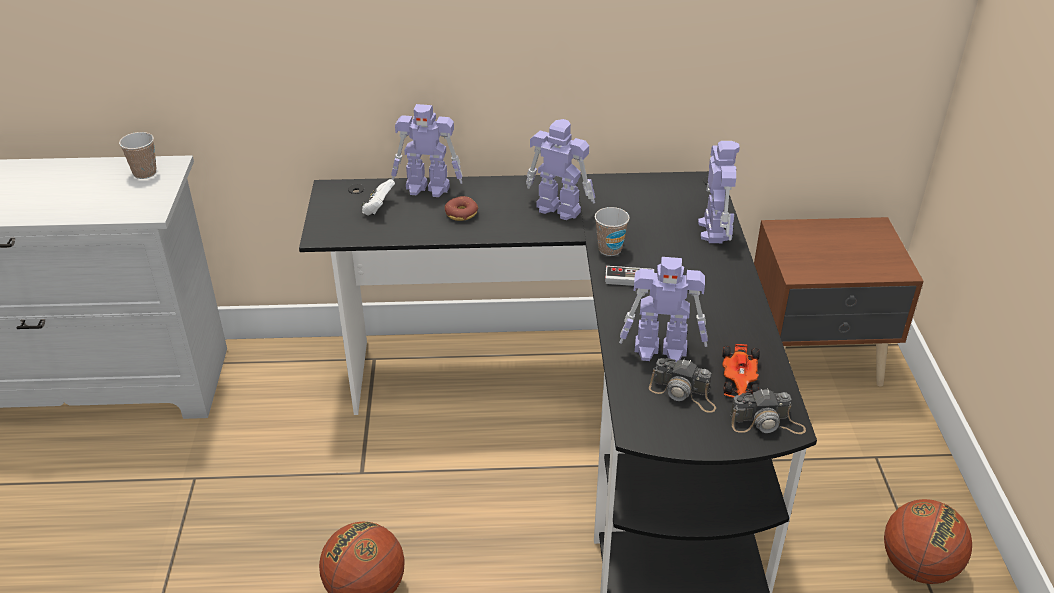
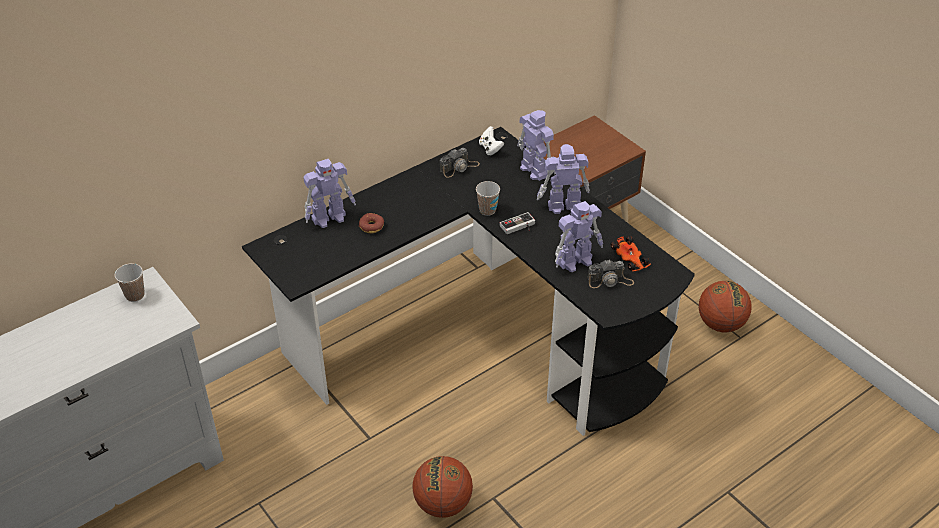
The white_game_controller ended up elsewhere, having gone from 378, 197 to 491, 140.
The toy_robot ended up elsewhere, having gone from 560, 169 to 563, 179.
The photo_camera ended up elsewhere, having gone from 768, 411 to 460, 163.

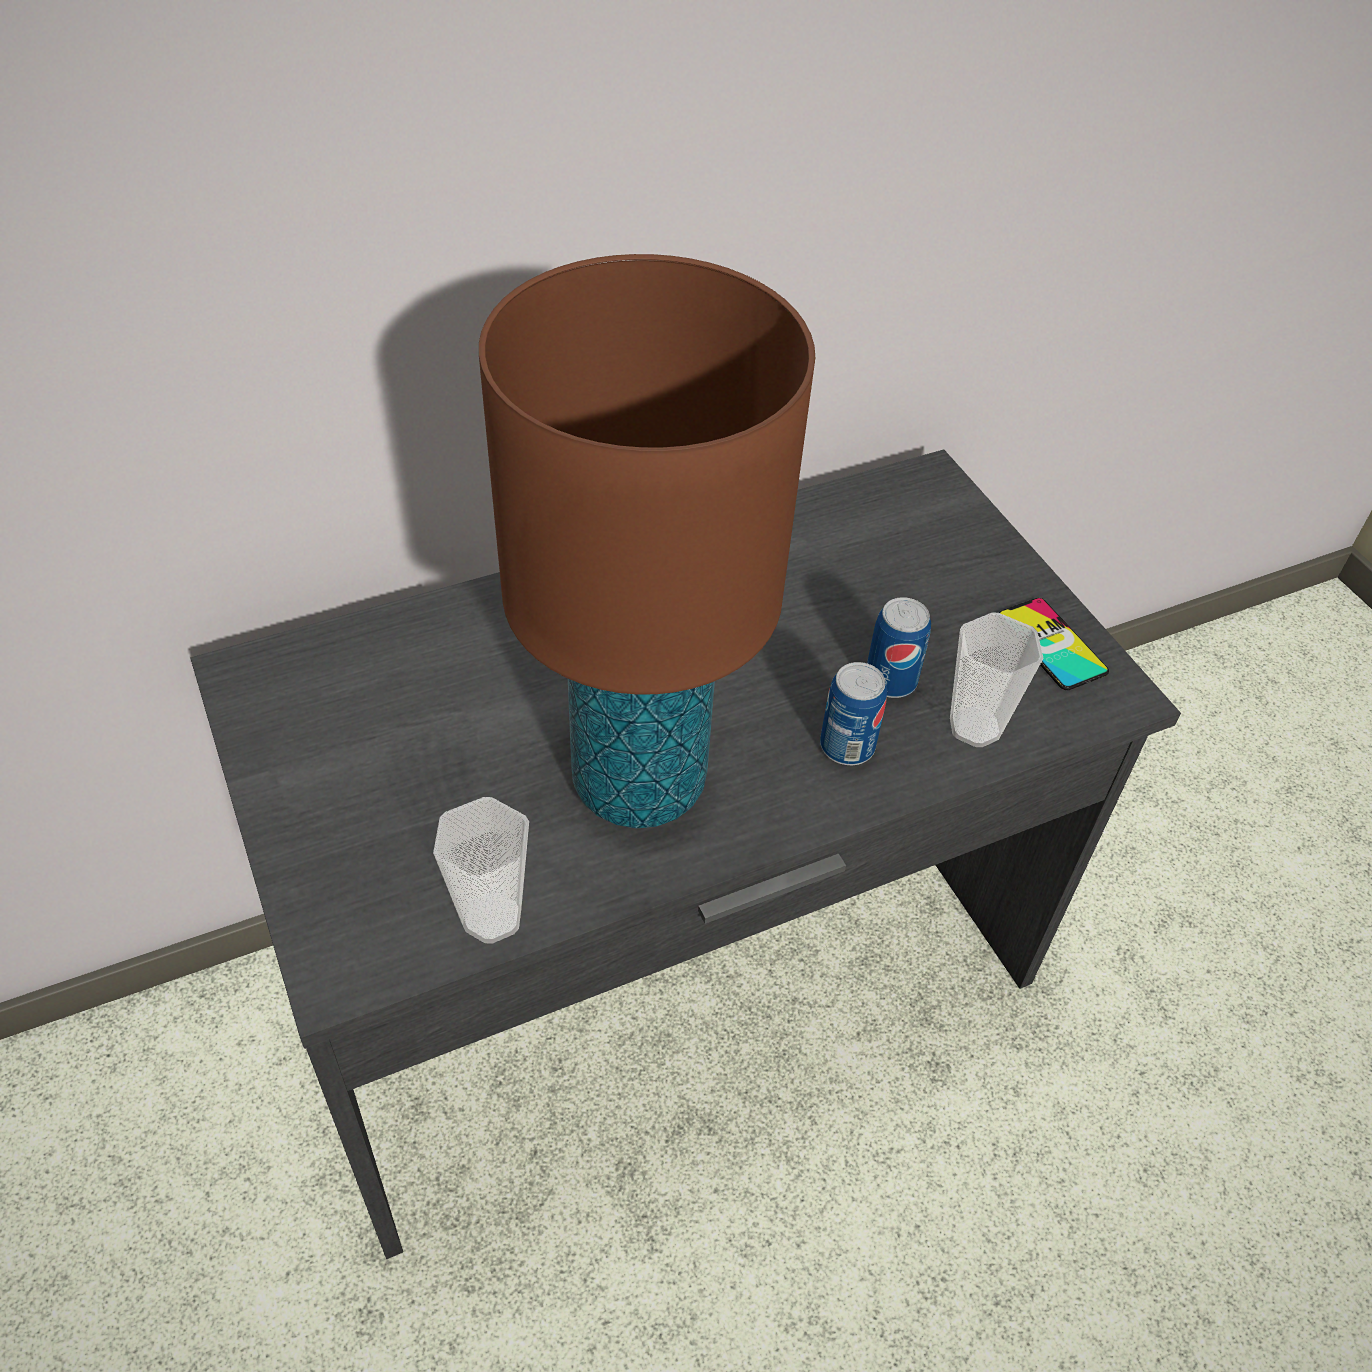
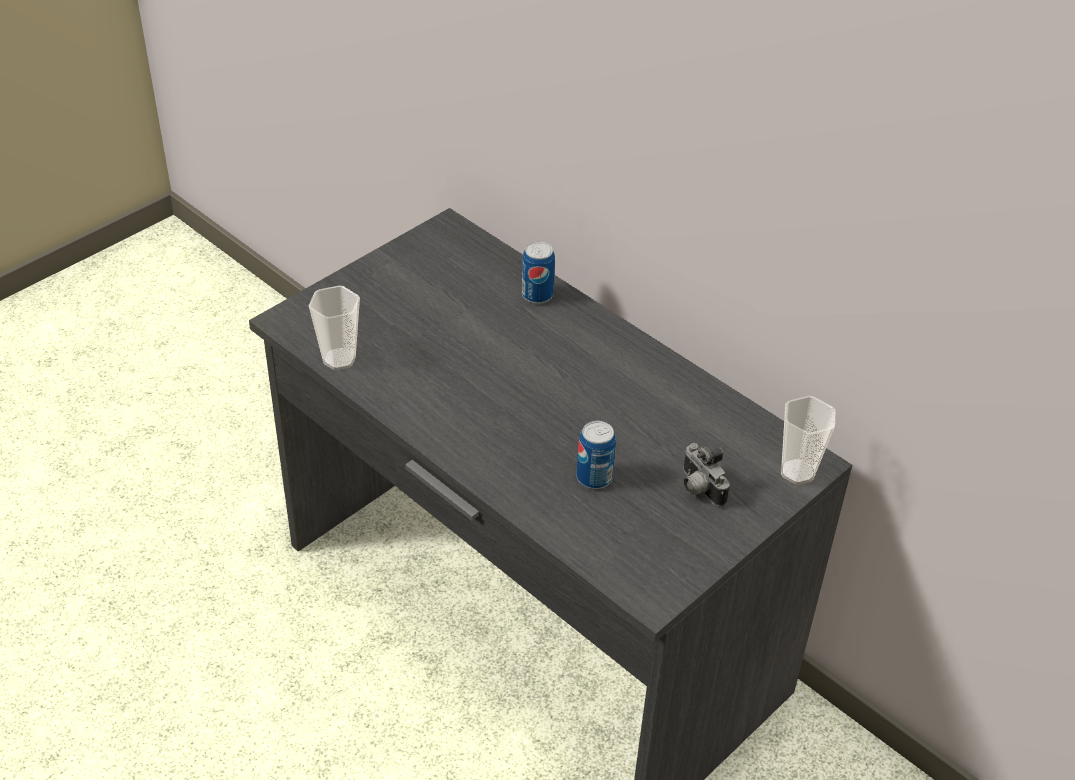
The second view lost the brown_table_lamp at 647, 541.
The can ended up elsewhere, having gone from 853, 713 to 538, 272.
The cup ended up elsewhere, having gone from 997, 680 to 808, 440.
The second view lost the phone at 1054, 644.
The second view gained the photo_camera at 706, 475.

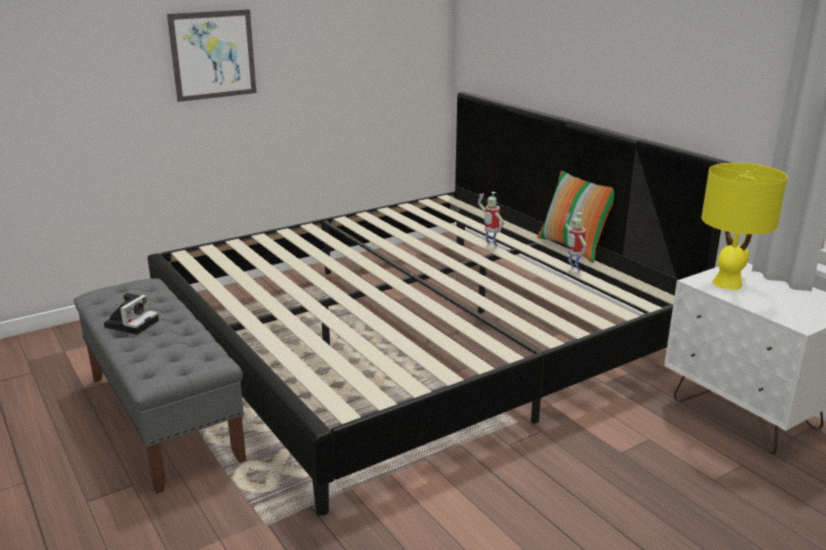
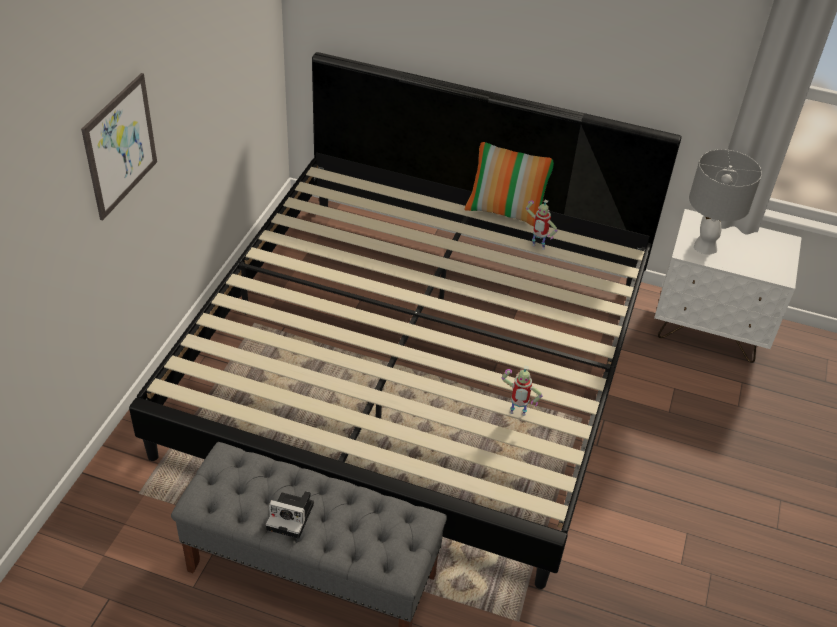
The photo_camera at 131, 314 ended up facing another way, 120 degrees clockwise from before.
The toy_robot ended up elsewhere, having gone from 491, 220 to 522, 390.
What was the yellow_table_lamp at 744, 226 turned into the grey_table_lamp at 725, 202.

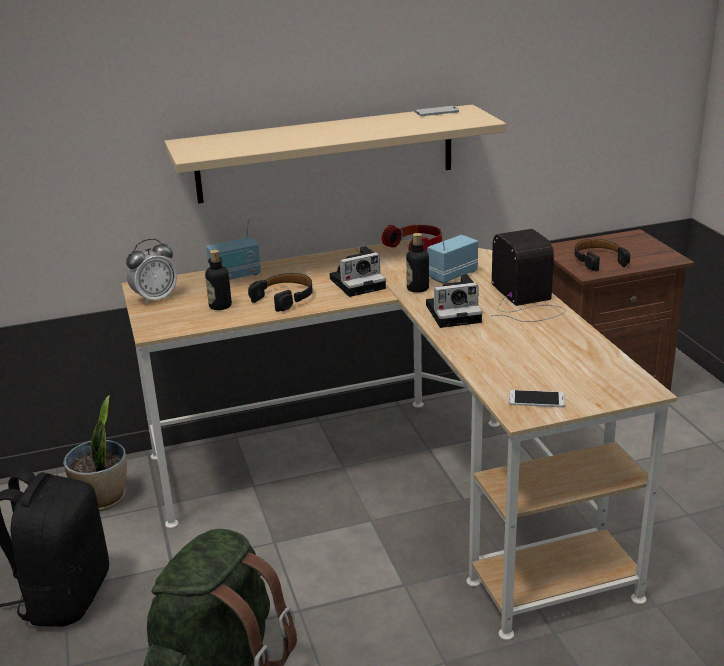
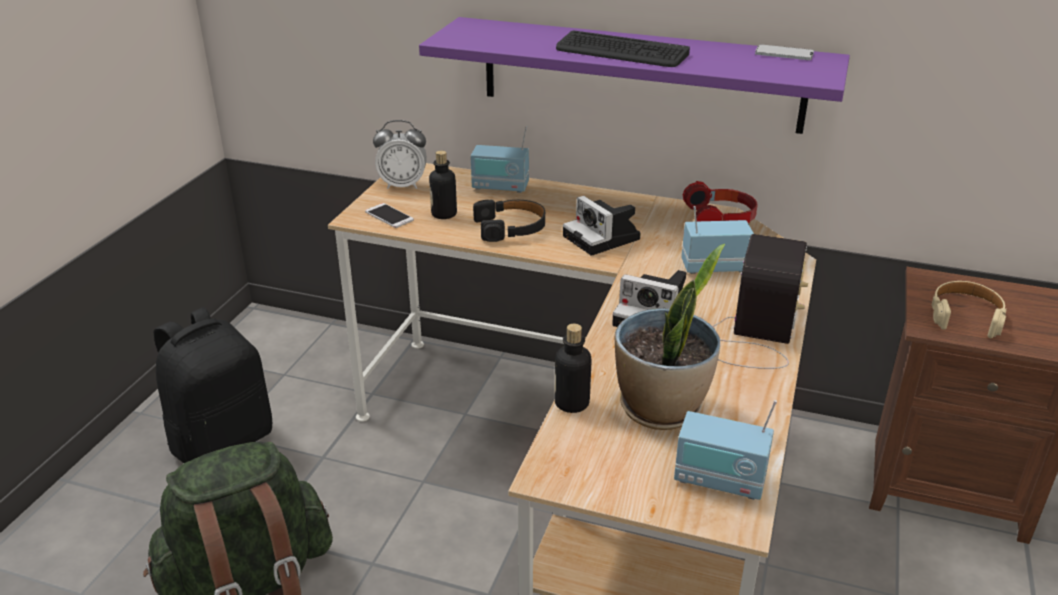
The potted_plant ended up elsewhere, having gone from 95, 453 to 669, 337.
What was the beige_shelf at 335, 154 turned into the purple_shelf at 634, 75.
The photo_camera at 358, 271 ended up facing another way, 45 degrees clockwise from before.
The bottle ended up elsewhere, having gone from 417, 263 to 573, 368.
The phone ended up elsewhere, having gone from 537, 398 to 389, 215.
What was the black_headphones at 602, 255 turned into the beige_headphones at 969, 309.
The second view gained the keyboard at 623, 49.
The second view gained the radio at 725, 450.

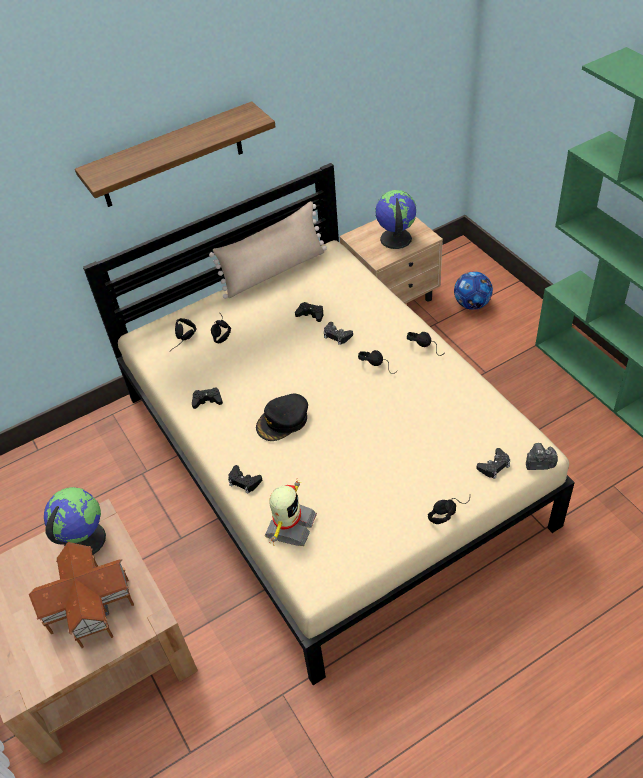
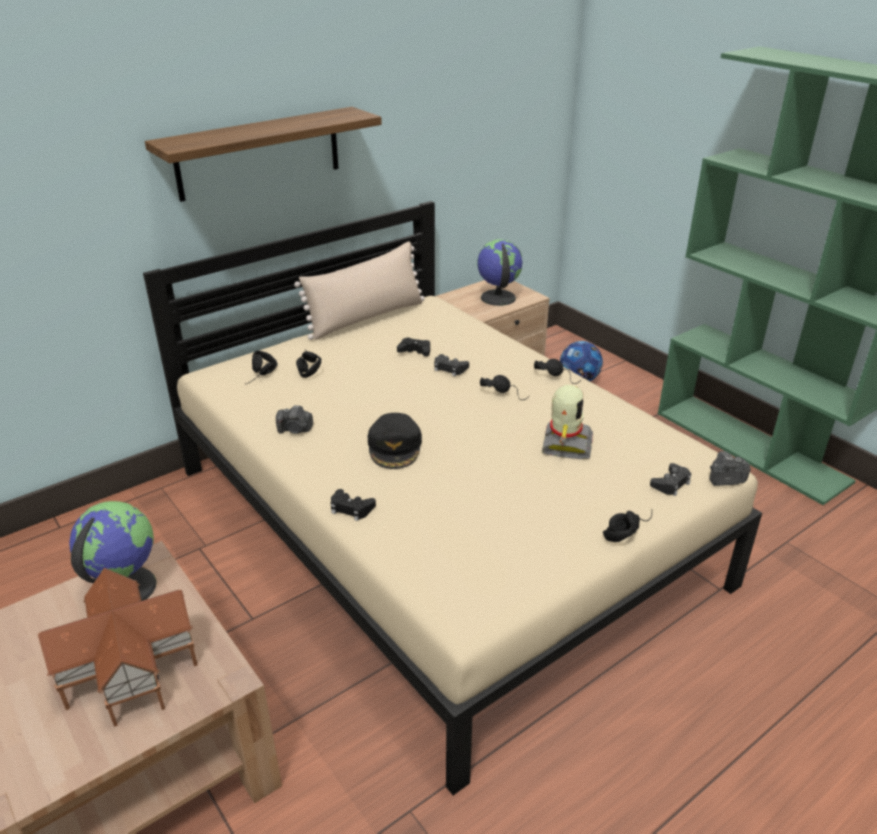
Where the black_game_controller stood at 207, 398, the photo_camera came to stand at 294, 419.
The black_cap at 282, 417 ended up facing another way, 45 degrees counterclockwise from before.
The toy_robot ended up elsewhere, having gone from 291, 512 to 567, 422.

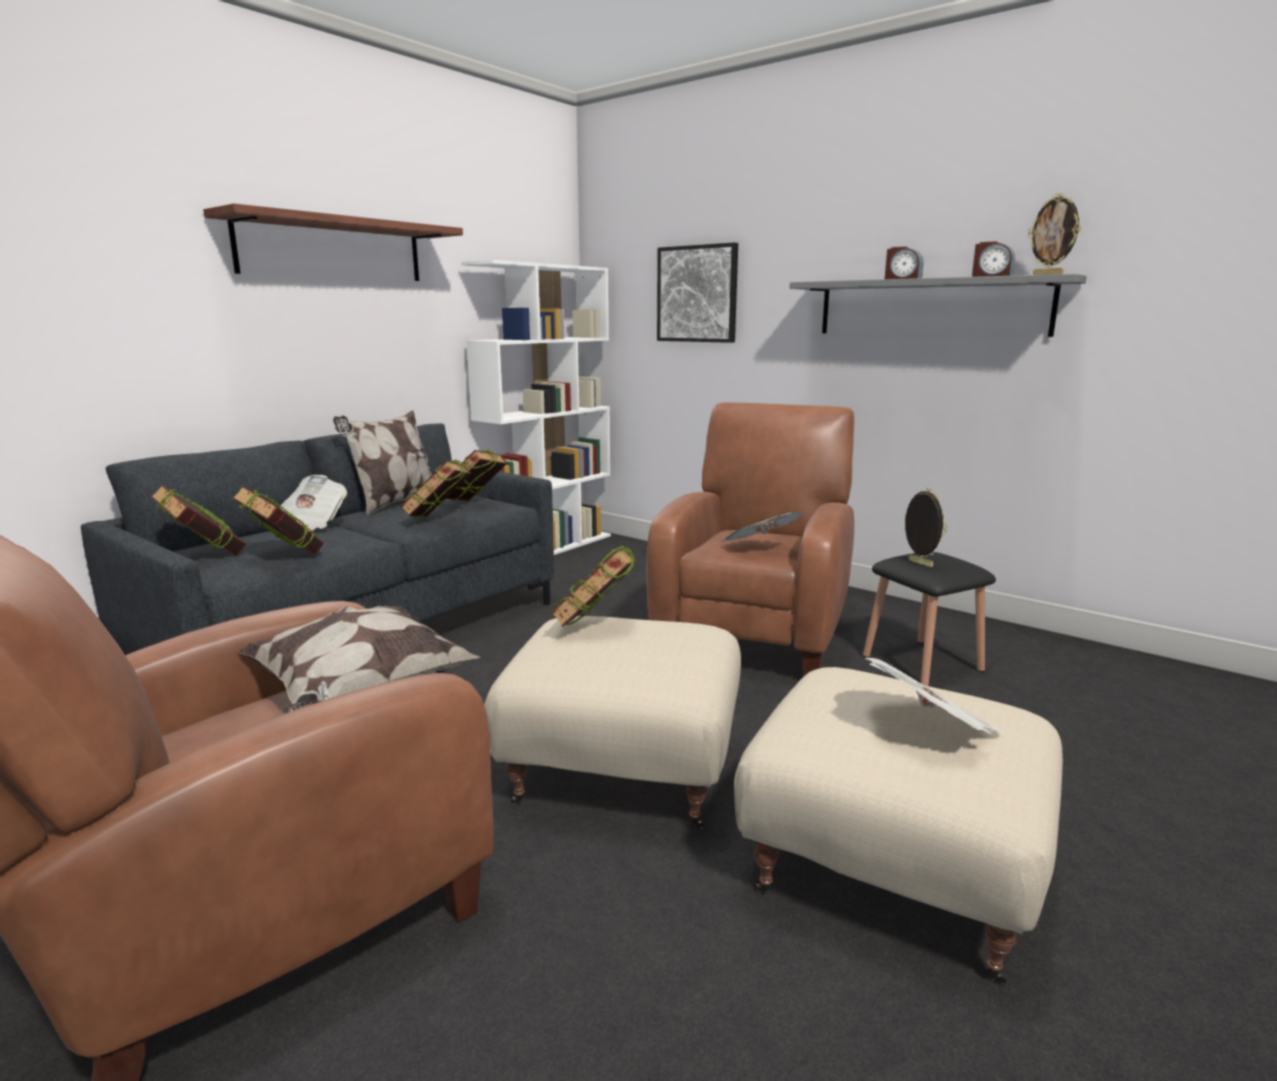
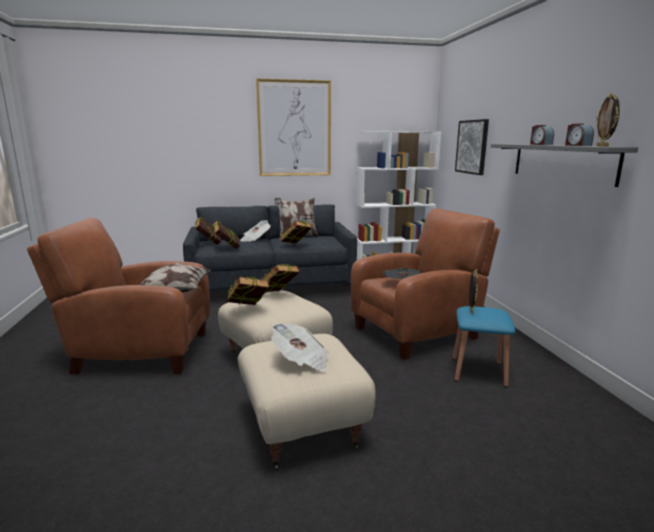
Where the shelf hung at 333, 242, the picture came to hang at 293, 127.
The book ended up elsewhere, having gone from 476, 475 to 248, 290.
What was the black_stool at 929, 619 turned into the blue_stool at 483, 346.

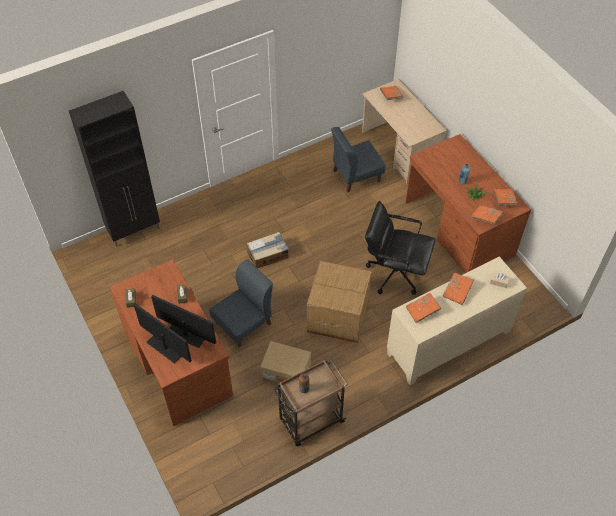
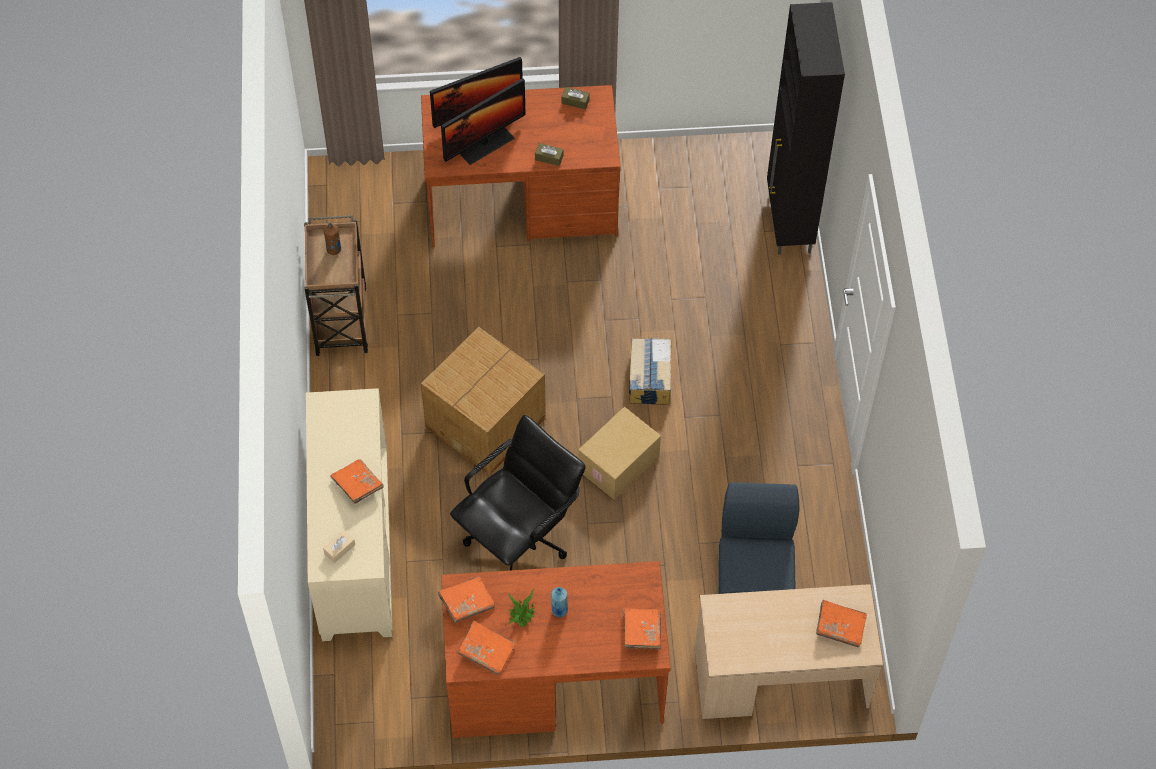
The second view lost the blue_chair at 241, 303.
The cardboard_box ended up elsewhere, having gone from 285, 362 to 619, 453.
The orange_book ended up elsewhere, having gone from 423, 308 to 642, 628.

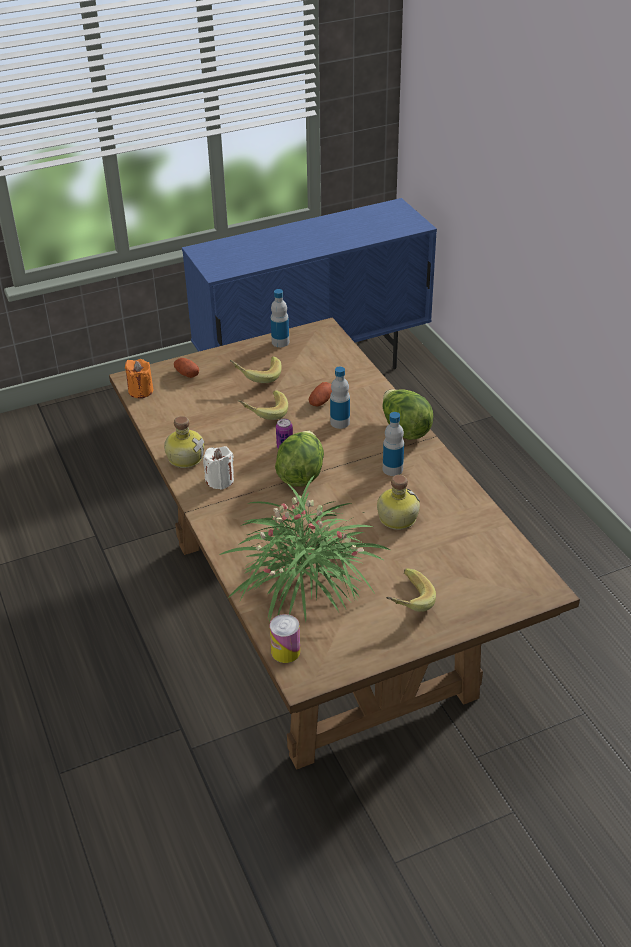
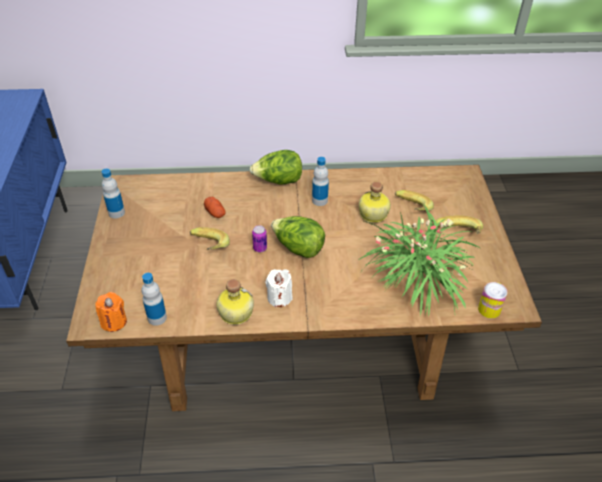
The second view lost the potato at 186, 368.
The banana ended up elsewhere, having gone from 256, 369 to 414, 200.
The bottle ended up elsewhere, having gone from 340, 397 to 154, 299.

